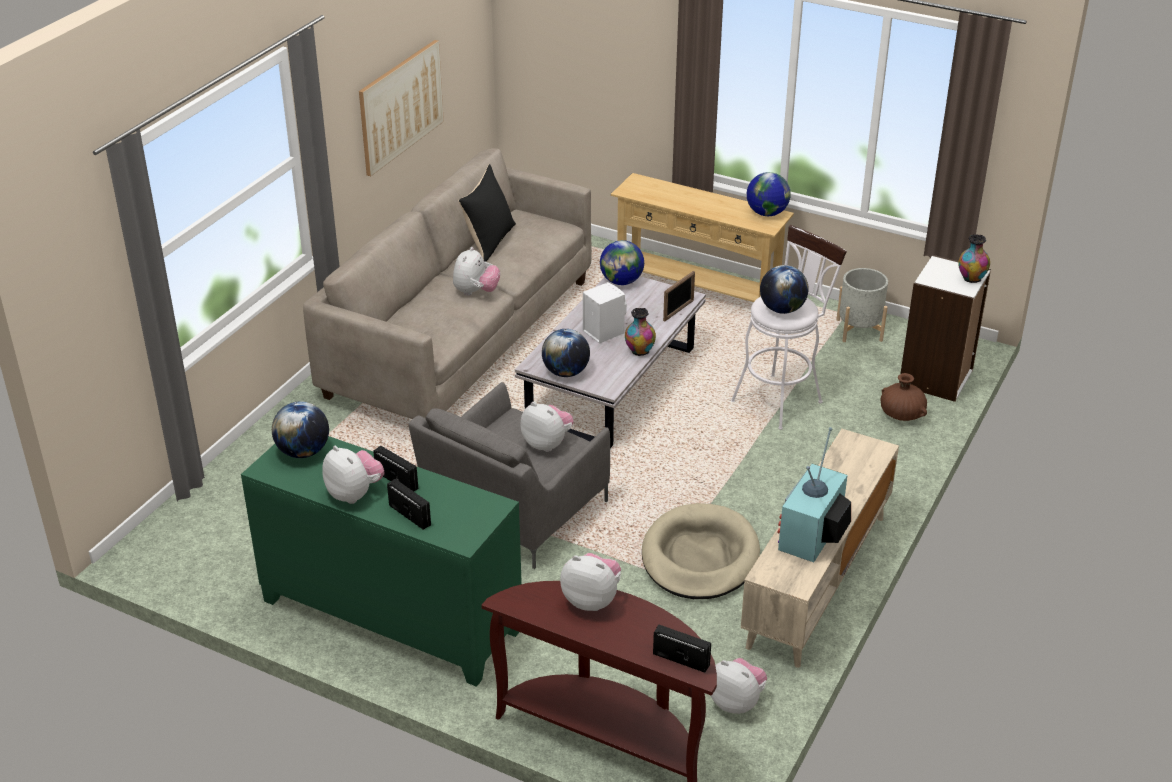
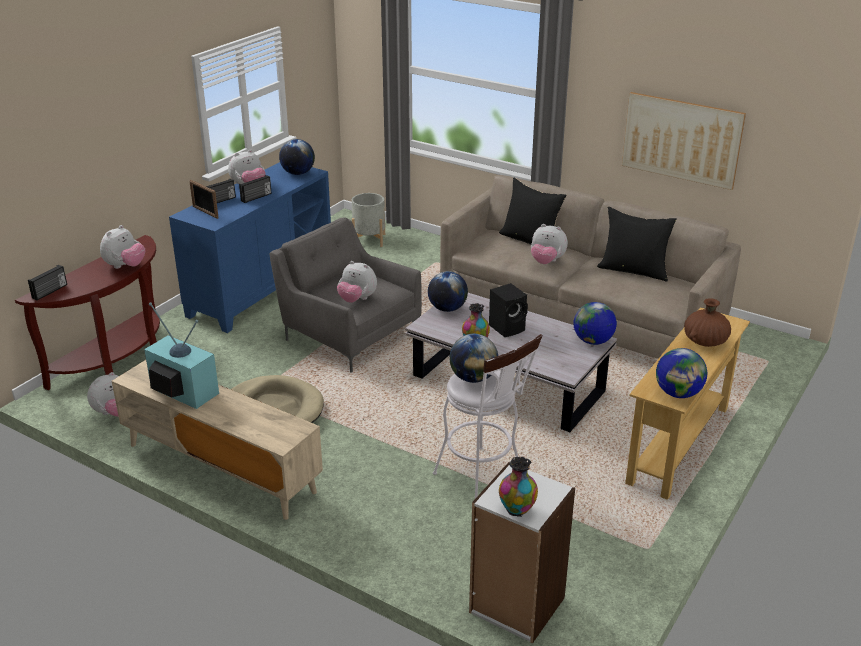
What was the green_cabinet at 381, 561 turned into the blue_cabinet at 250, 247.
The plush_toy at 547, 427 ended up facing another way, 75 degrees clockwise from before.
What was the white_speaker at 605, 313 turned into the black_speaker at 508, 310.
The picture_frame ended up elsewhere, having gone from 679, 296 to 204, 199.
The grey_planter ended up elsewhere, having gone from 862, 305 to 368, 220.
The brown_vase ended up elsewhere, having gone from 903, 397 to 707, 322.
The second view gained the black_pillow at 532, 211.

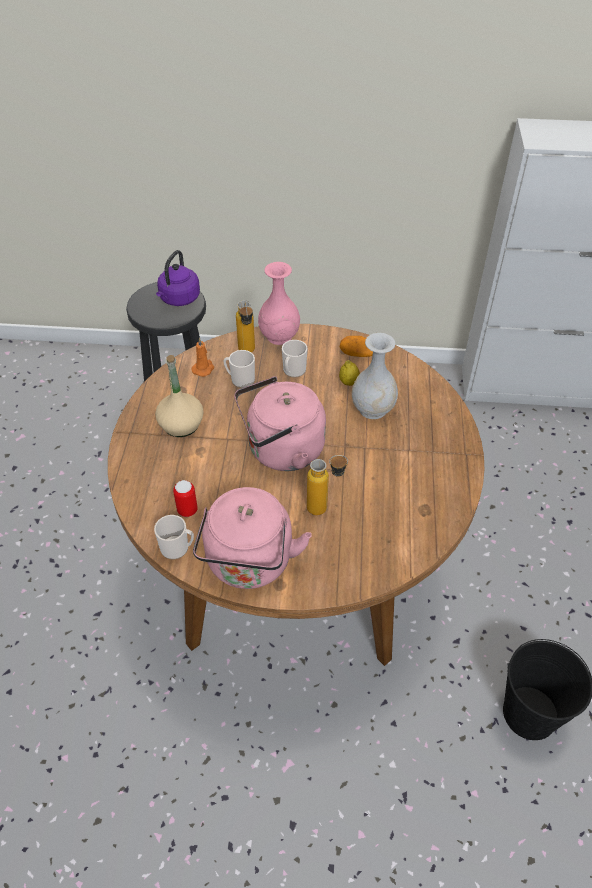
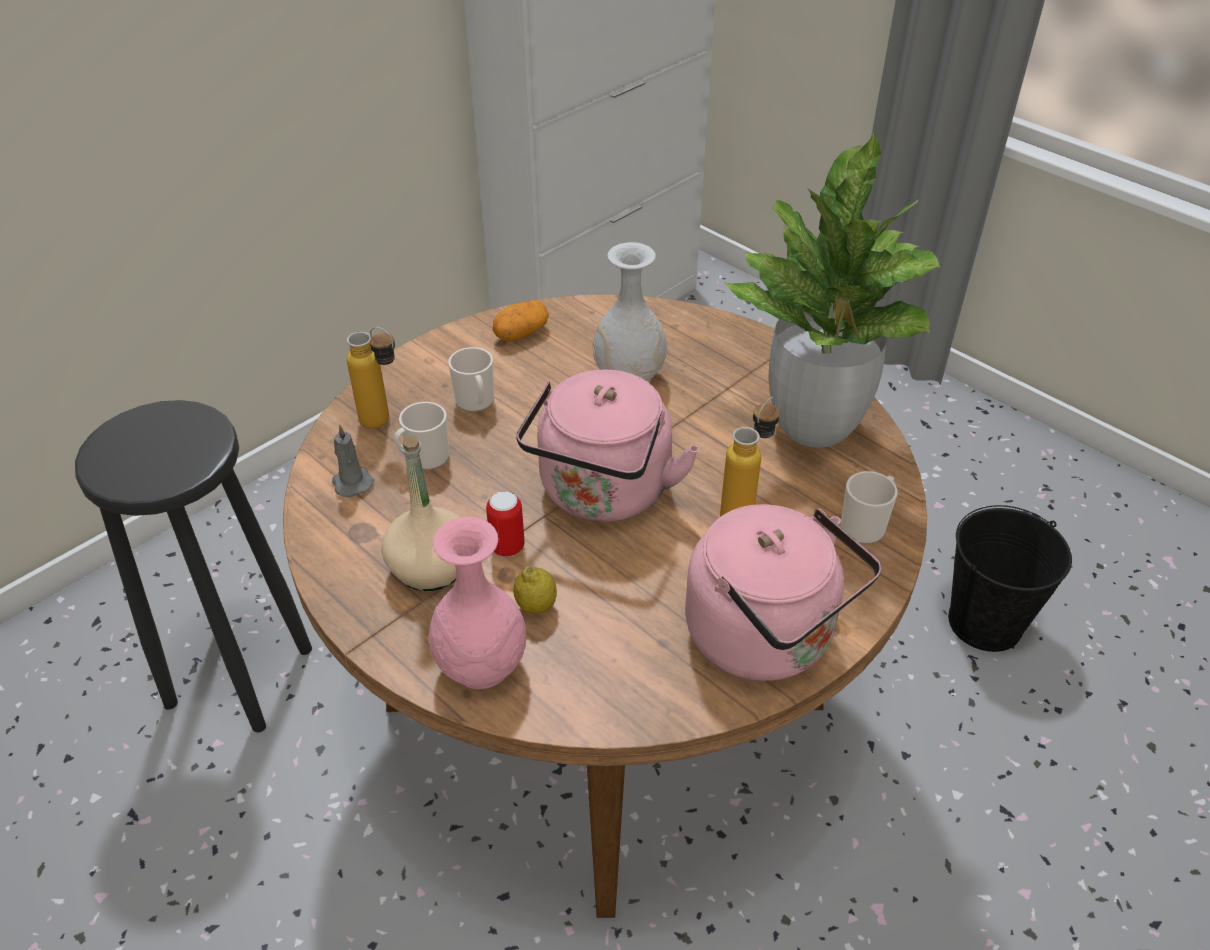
The mug ended up elsewhere, having gone from 174, 537 to 868, 507.
The second view lost the purple_kettle at 178, 278.
The can ended up elsewhere, having gone from 185, 498 to 505, 524.
What was the orange_candle at 202, 357 turned into the grey_candle at 353, 460.
The pink_vase ended up elsewhere, having gone from 279, 303 to 477, 603.
The lemon ended up elsewhere, having gone from 349, 373 to 535, 590.
The second view gained the potted_plant at 831, 290.

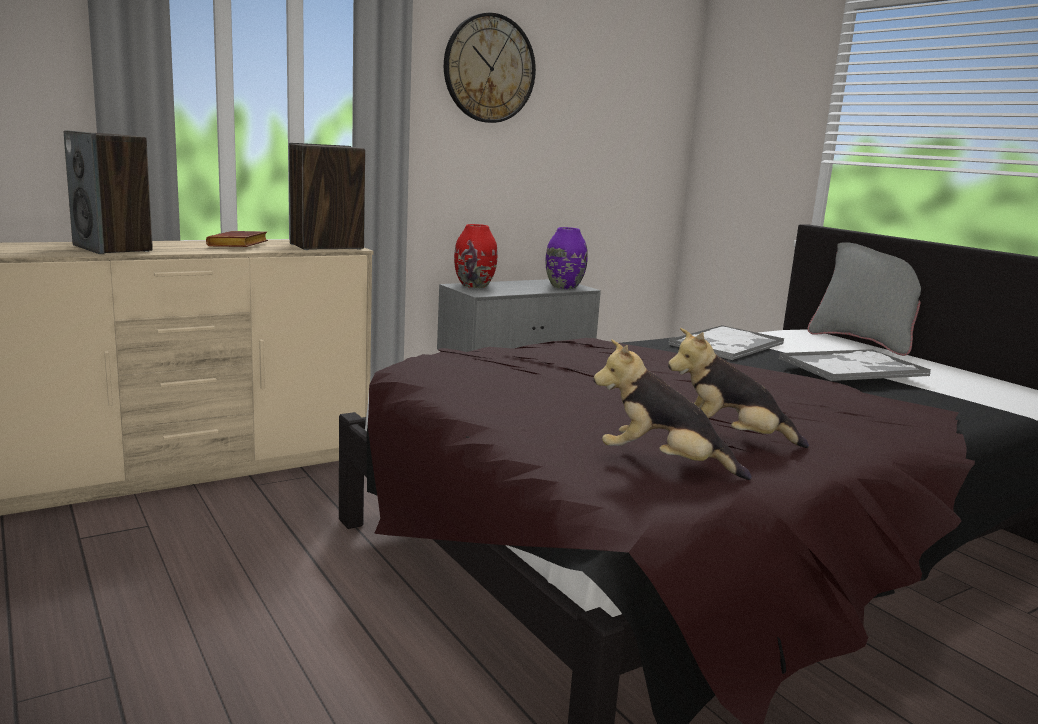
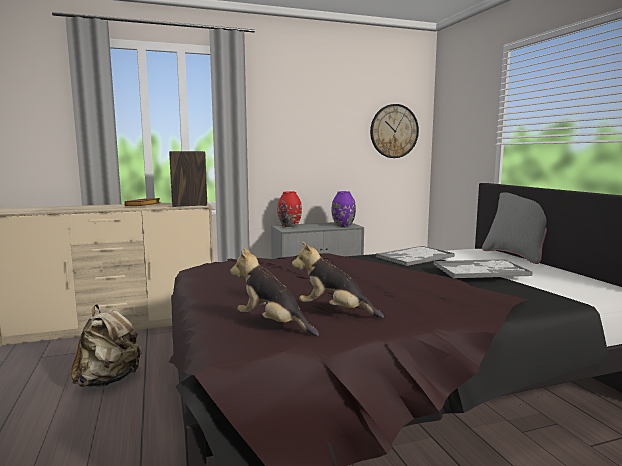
The second view lost the speaker at 108, 192.
The wall_clock ended up elsewhere, having gone from 490, 67 to 394, 131.
The second view gained the beige_backpack at 106, 345.

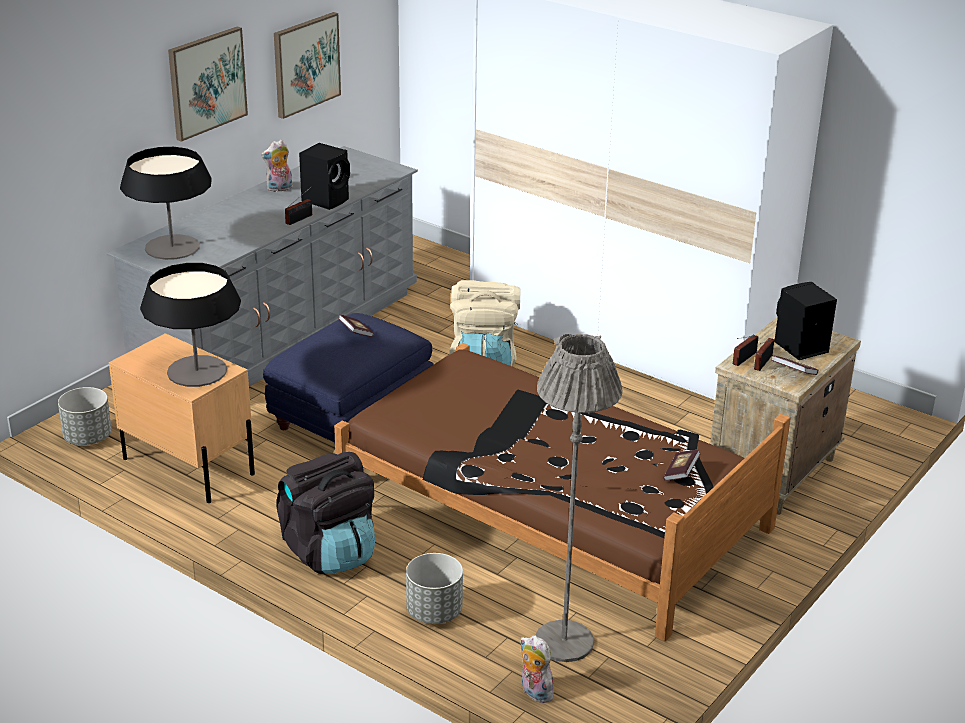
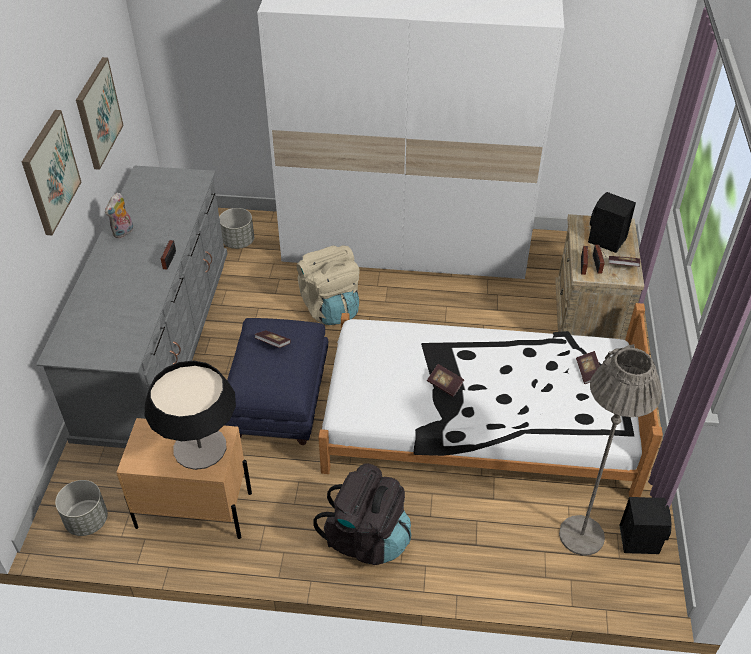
The second view lost the table_lamp at 166, 203.
The black_speaker ended up elsewhere, having gone from 324, 176 to 645, 525.
What was the brown_bed at 562, 492 turned into the white_bed at 490, 400.
The grey_planter ended up elsewhere, having gone from 434, 588 to 236, 228.
The second view lost the plush_toy at 538, 669.
The second view gained the book at 445, 380.

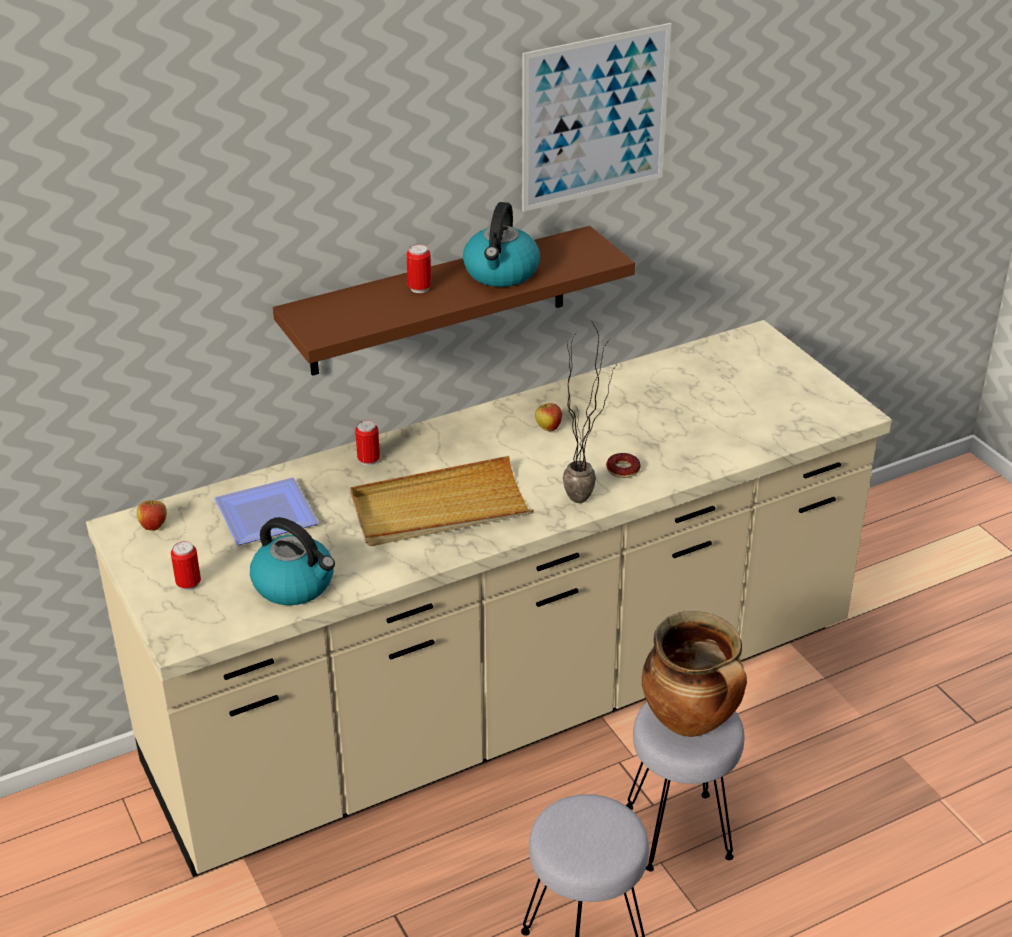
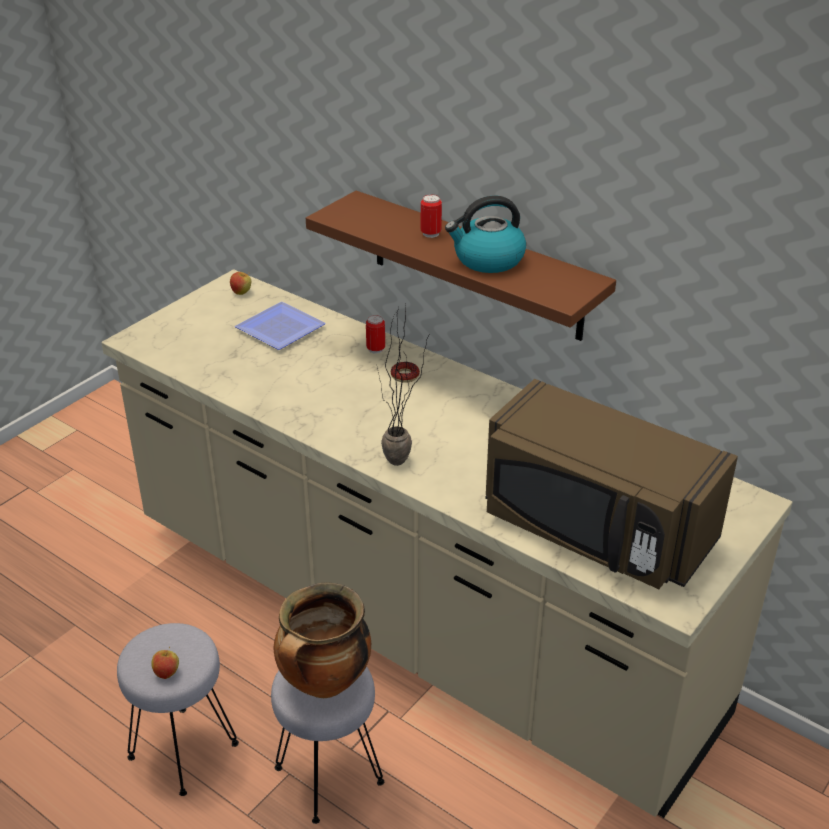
The second view lost the can at 186, 566.
The second view lost the kettle at 292, 561.
The second view lost the beige_tray at 442, 501.
The second view lost the picture at 596, 117.
The apple ended up elsewhere, having gone from 548, 416 to 165, 663.
The donut ended up elsewhere, having gone from 623, 465 to 405, 372.
The second view gained the brown_microwave at 611, 484.

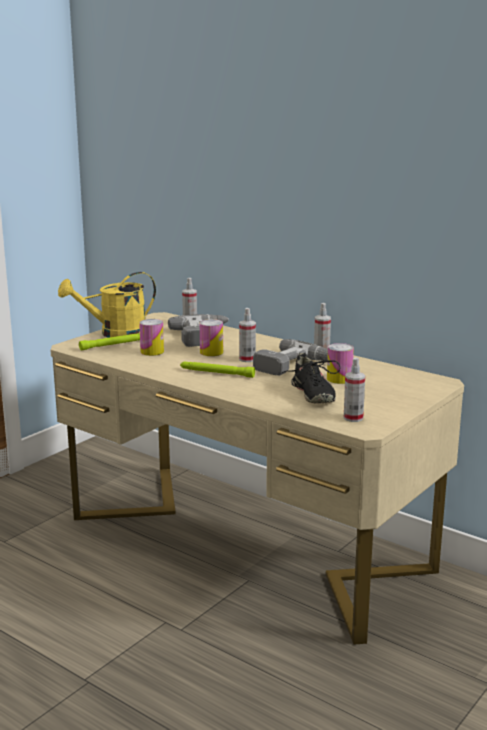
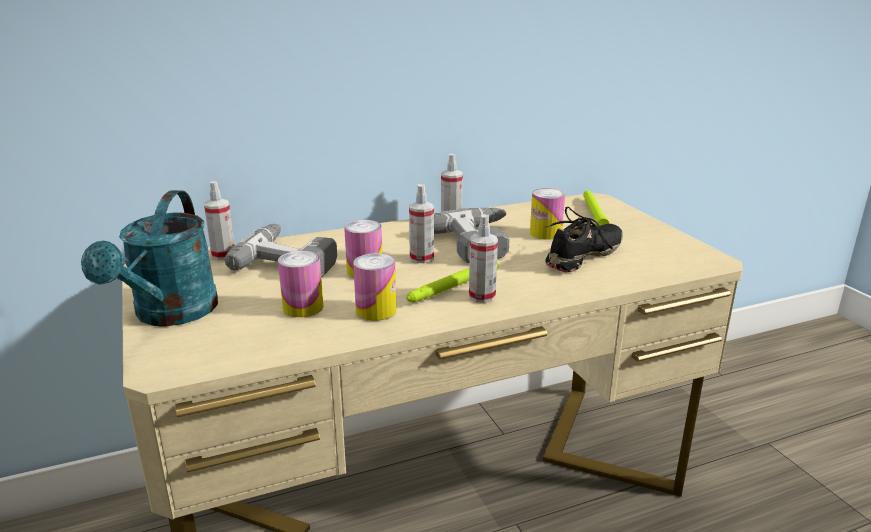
What was the yellow_watering_can at 107, 305 turned into the turquoise_watering_can at 149, 258.
The green_flashlight ended up elsewhere, having gone from 109, 341 to 596, 209.
The black_shoe at 311, 378 ended up facing another way, 60 degrees counterclockwise from before.
The spray_bottle ended up elsewhere, having gone from 354, 390 to 483, 258.
The second view gained the can at 374, 287.

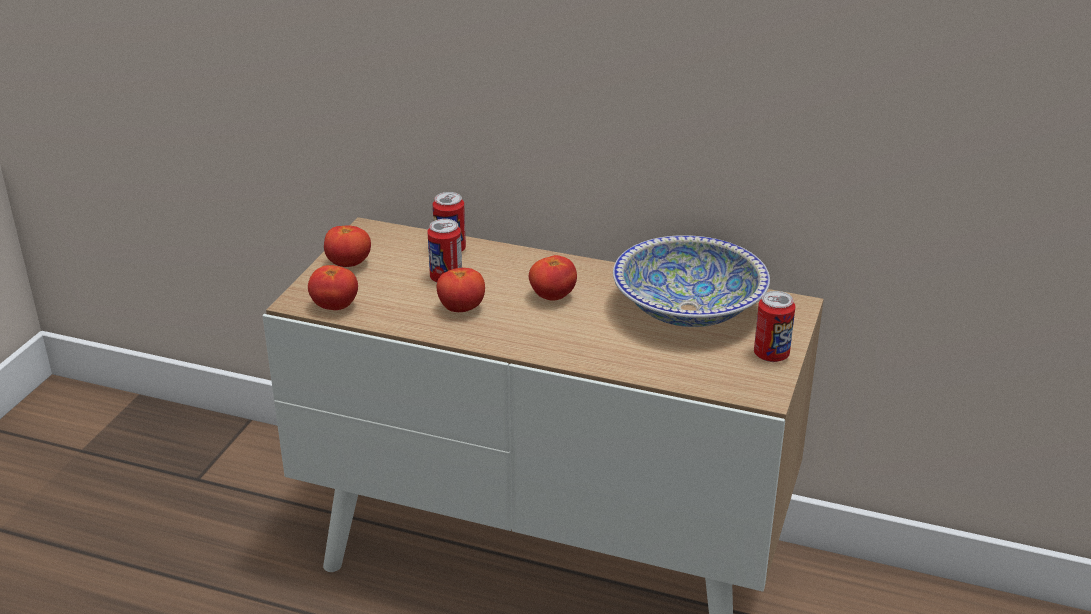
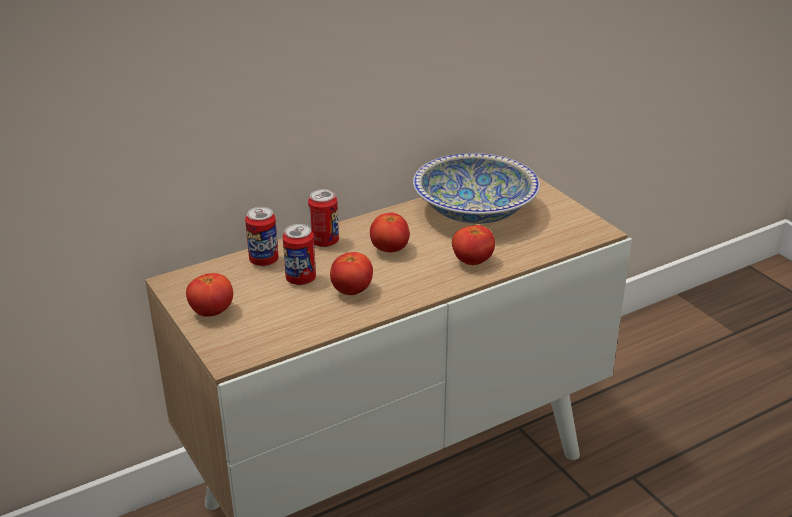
The tomato ended up elsewhere, having gone from 333, 287 to 473, 245.
The can ended up elsewhere, having gone from 774, 326 to 323, 218.

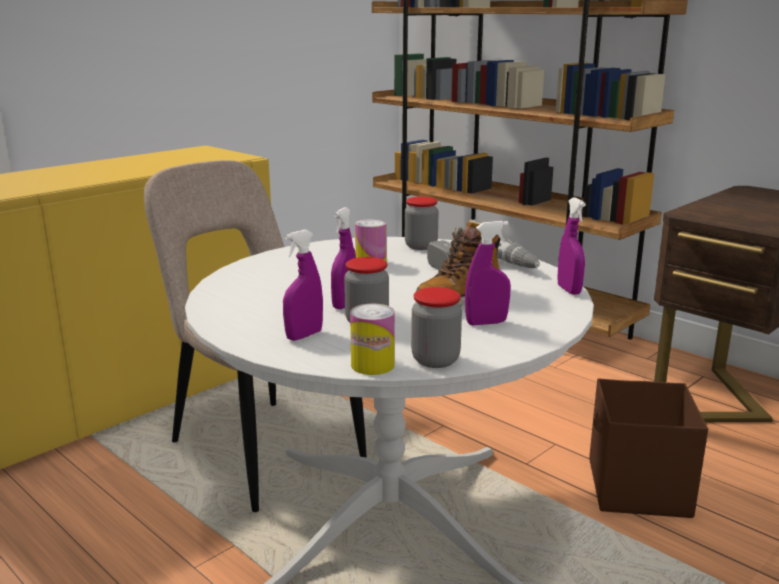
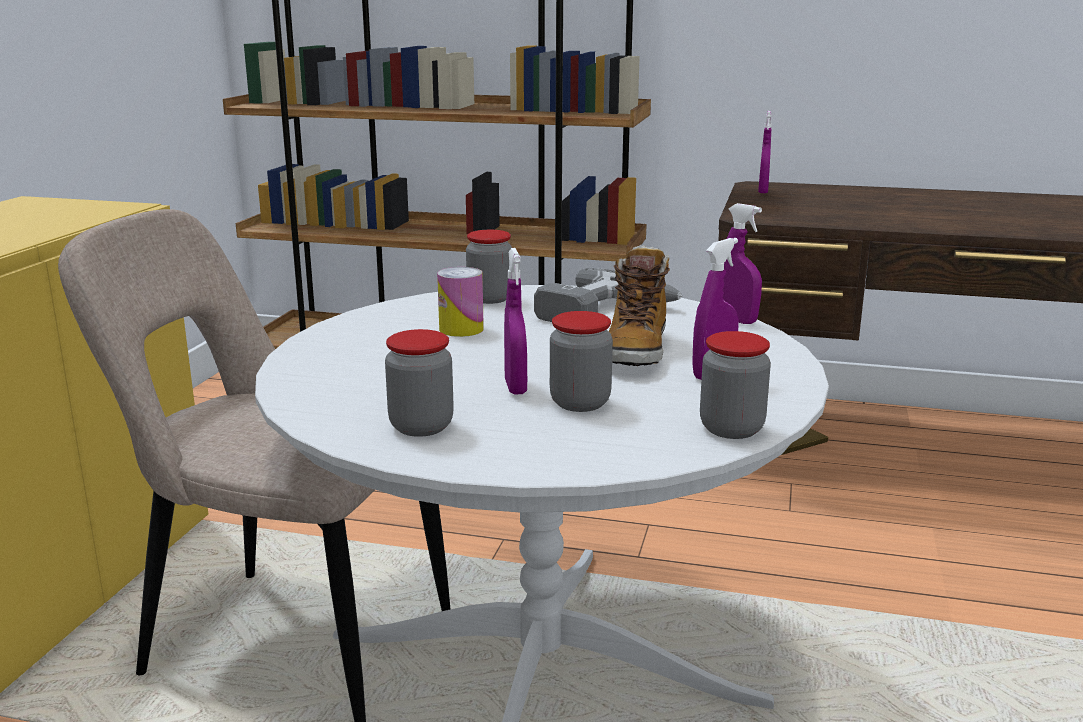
The purple_spray_bottle ended up elsewhere, having gone from 303, 285 to 765, 152.
The second view lost the can at 372, 339.
The second view lost the brown_storage_box at 648, 448.
The second view gained the jar at 419, 383.

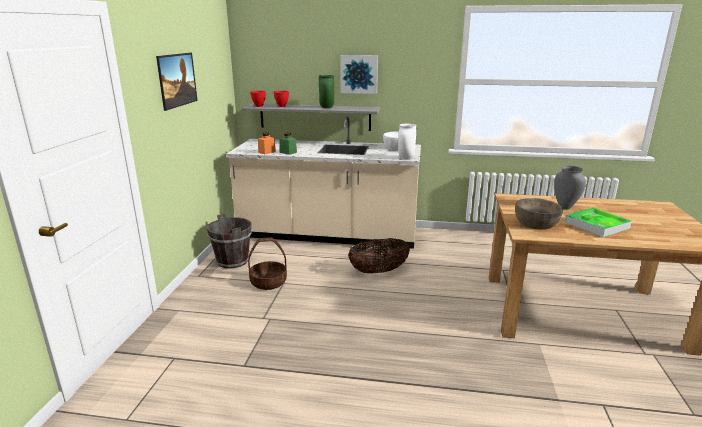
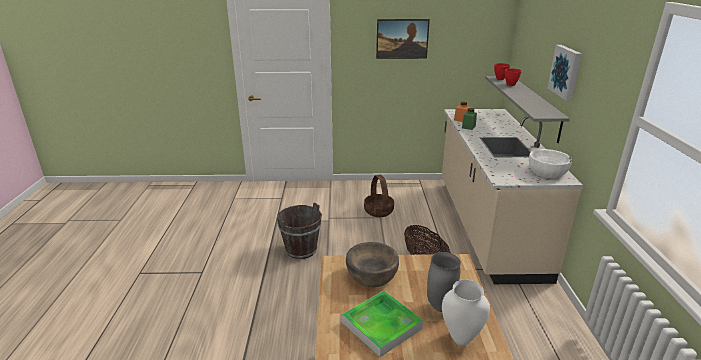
The brown_bucket ended up elsewhere, having gone from 229, 241 to 299, 231.
The second view lost the green_vase at 326, 91.
The white_vase ended up elsewhere, having gone from 407, 142 to 466, 312.

